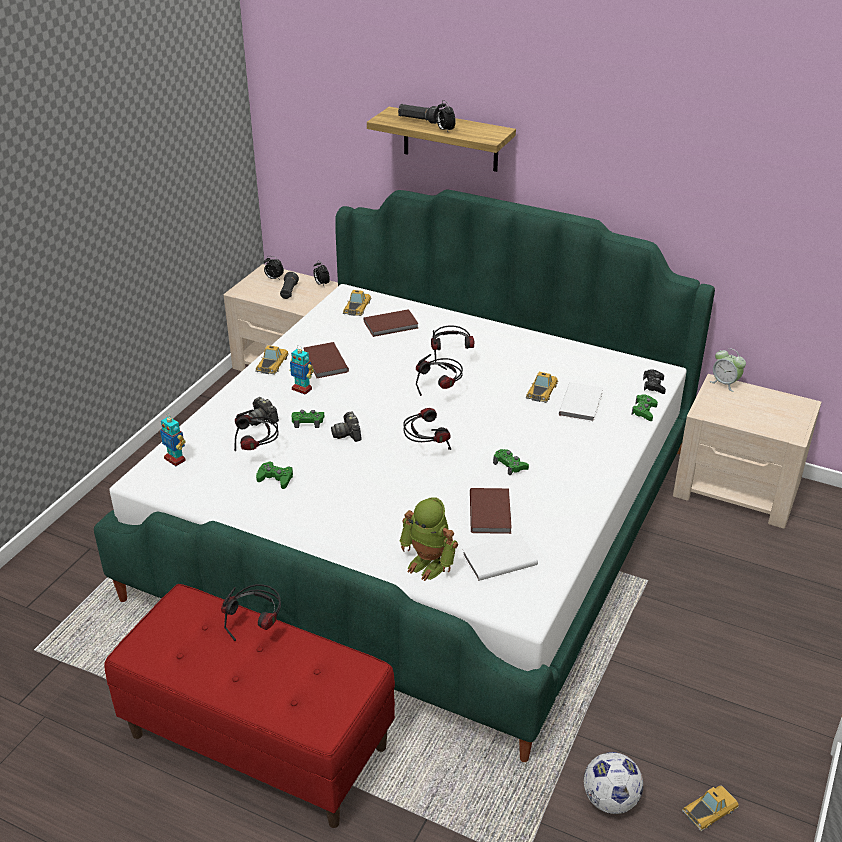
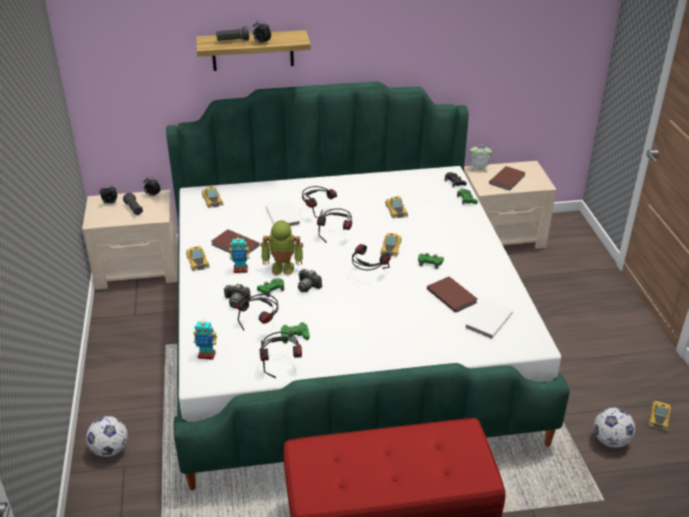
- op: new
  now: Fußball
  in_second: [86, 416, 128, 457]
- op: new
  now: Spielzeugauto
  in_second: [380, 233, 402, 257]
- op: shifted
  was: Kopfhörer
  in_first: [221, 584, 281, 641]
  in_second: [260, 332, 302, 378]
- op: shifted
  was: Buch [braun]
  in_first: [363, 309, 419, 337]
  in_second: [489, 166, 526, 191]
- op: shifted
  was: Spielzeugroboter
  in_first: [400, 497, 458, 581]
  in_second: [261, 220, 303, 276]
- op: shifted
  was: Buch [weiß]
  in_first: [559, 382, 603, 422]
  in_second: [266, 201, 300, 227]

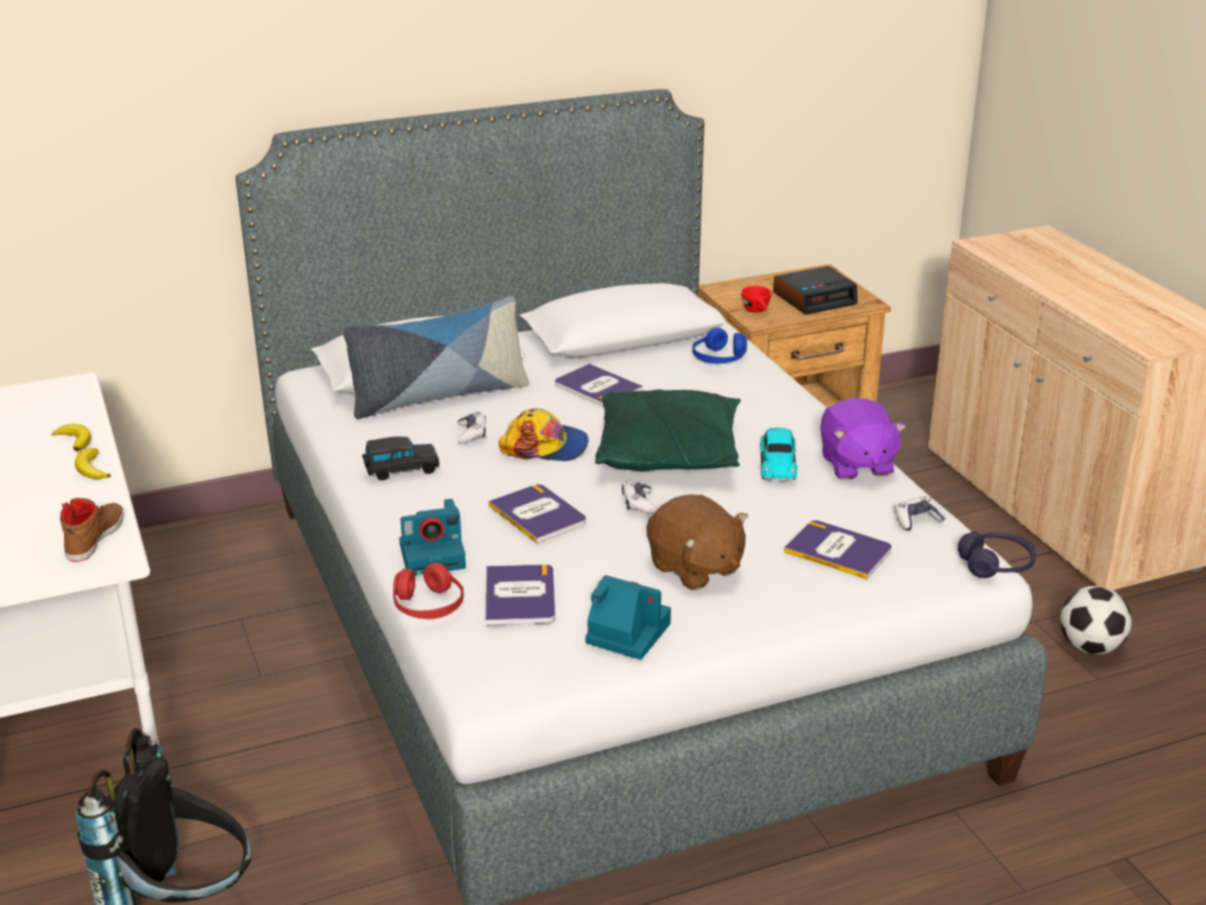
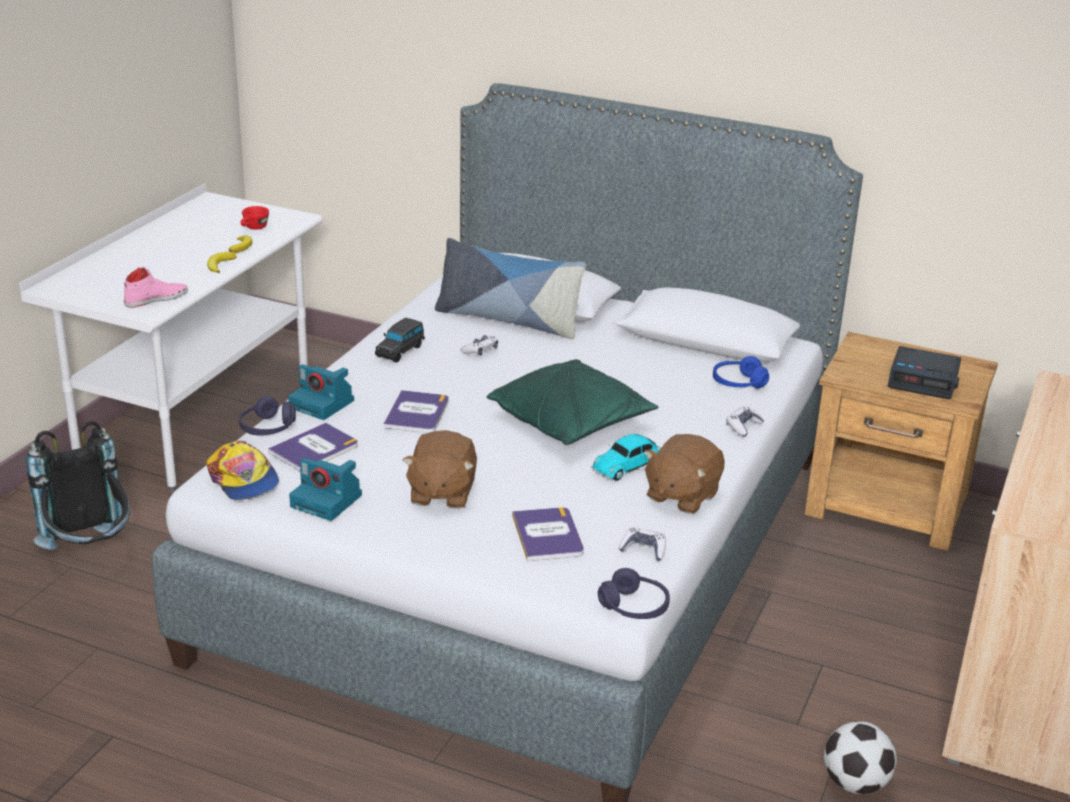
- op: gone
  was: Buch
  in_first: [555, 364, 643, 407]
- op: shifted
  was: Kappe
  in_first: [498, 408, 589, 461]
  in_second: [206, 440, 279, 500]
- op: shifted
  was: Gamepad
  in_first: [622, 480, 658, 514]
  in_second: [726, 407, 764, 437]
- op: shifted
  was: Tasse [rot]
  in_first: [741, 286, 772, 313]
  in_second: [240, 206, 269, 230]
- op: repainted
  was: Schuh [braun]
  now: Schuh [rosa]
  in_first: [60, 498, 124, 562]
  in_second: [124, 267, 188, 308]
- op: repainted
  was: Kopfhörer [rot]
  now: Kopfhörer [lila]
  in_first: [393, 562, 464, 619]
  in_second: [239, 396, 296, 436]
- op: repainted
  was: Plüschtier [lila]
  now: Plüschtier [braun]
  in_first: [820, 398, 906, 480]
  in_second: [644, 434, 725, 514]
- op: rotated
  was: Spielzeugauto [schwarz]
  in_first: [362, 436, 439, 481]
  in_second: [375, 318, 425, 363]
  clockwise: 90
- op: rotated
  was: Kamera
  in_first: [585, 575, 671, 660]
  in_second: [289, 458, 362, 521]
  clockwise: 135

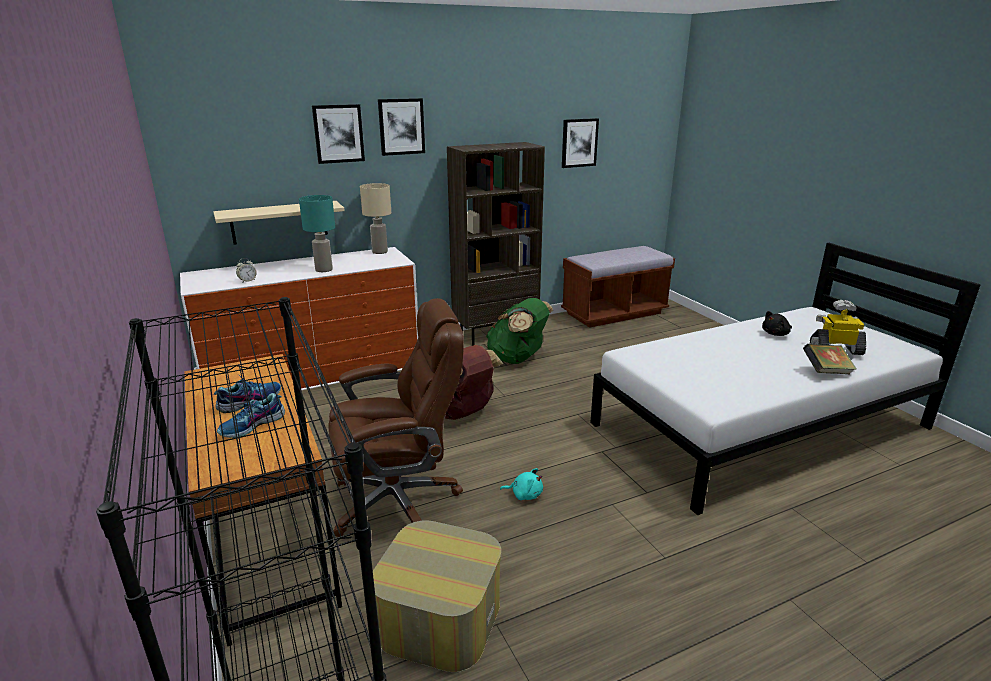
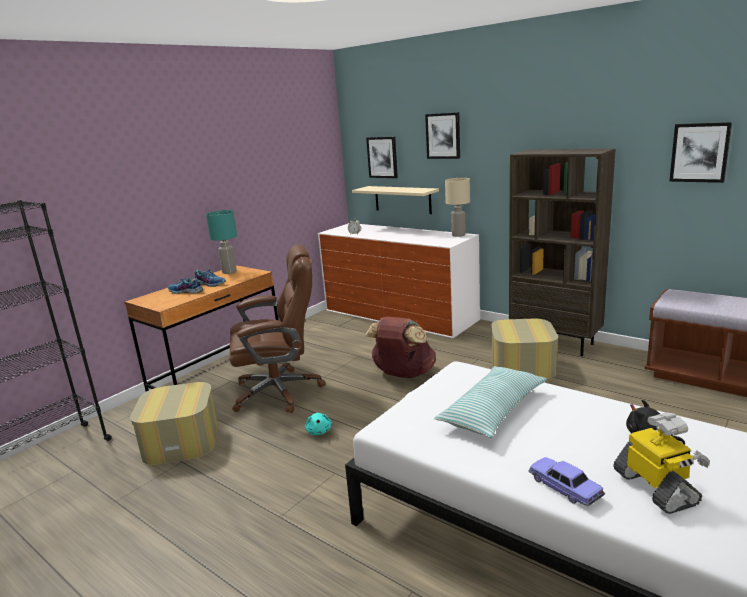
- op: new
  now: Kissen
  in_second: [434, 366, 547, 438]
- op: shifted
  was: Tischlampe [türkis]
  in_first: [299, 195, 335, 272]
  in_second: [206, 210, 237, 274]
- op: shifted
  was: Bild
  in_first: [378, 98, 425, 156]
  in_second: [366, 137, 398, 178]
- op: swapped
  was: Rucksack [grün]
  now: Polsterhocker
  in_first: [486, 298, 553, 364]
  in_second: [491, 319, 558, 379]
- op: swapped
  was: Buch
  now: Spielzeugauto
  in_first: [803, 344, 857, 374]
  in_second: [528, 457, 605, 506]
- op: rotated
  was: Bürostuhl [braun]
  in_first: [329, 298, 464, 537]
  in_second: [230, 245, 326, 413]
  clockwise: -60

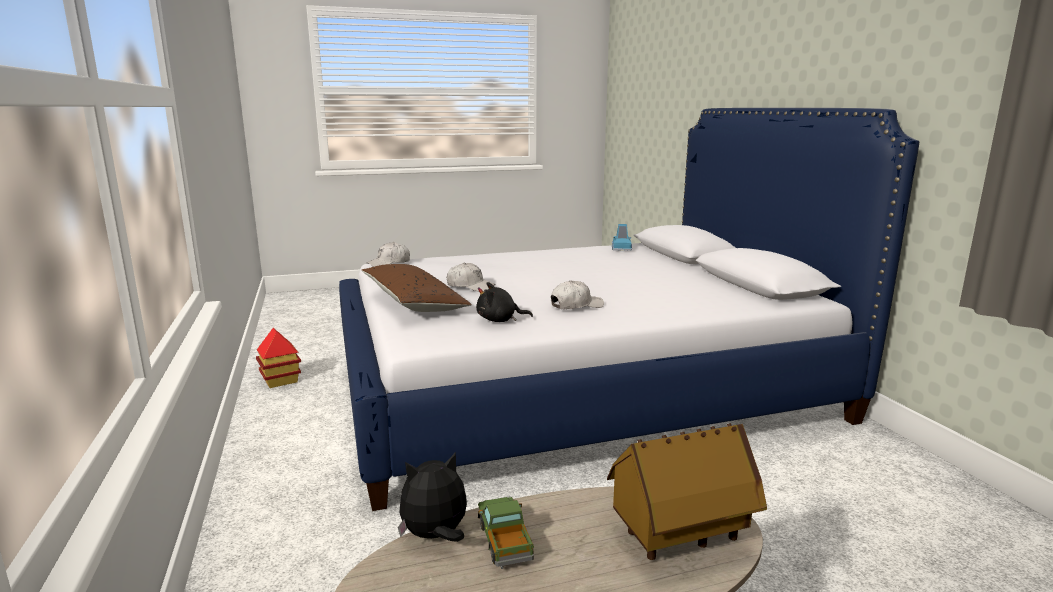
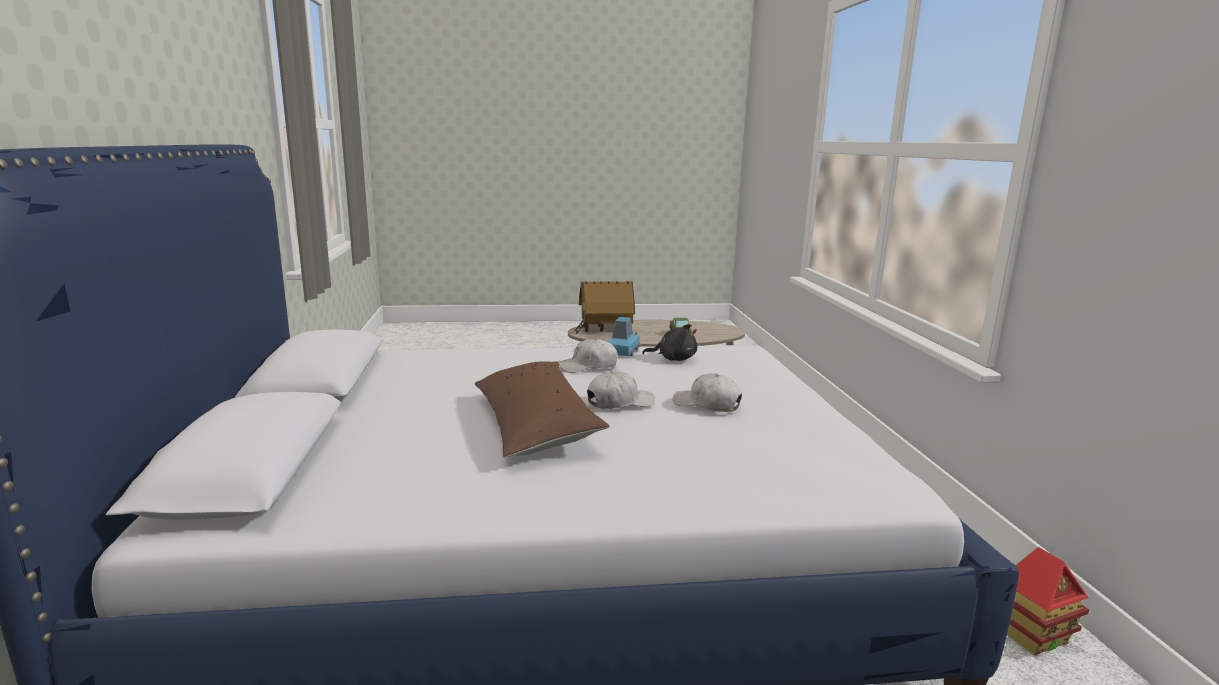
- op: gone
  was: Plüschtier
  in_first: [398, 452, 467, 542]
- op: shifted
  was: Kissen [braun]
  in_first: [361, 264, 472, 312]
  in_second: [475, 361, 609, 457]
- op: shifted
  was: Kappe [weiß]
  in_first: [367, 242, 410, 267]
  in_second: [587, 371, 655, 409]
- op: shifted
  was: Spielzeugauto [blau]
  in_first: [612, 224, 632, 251]
  in_second: [608, 317, 641, 356]

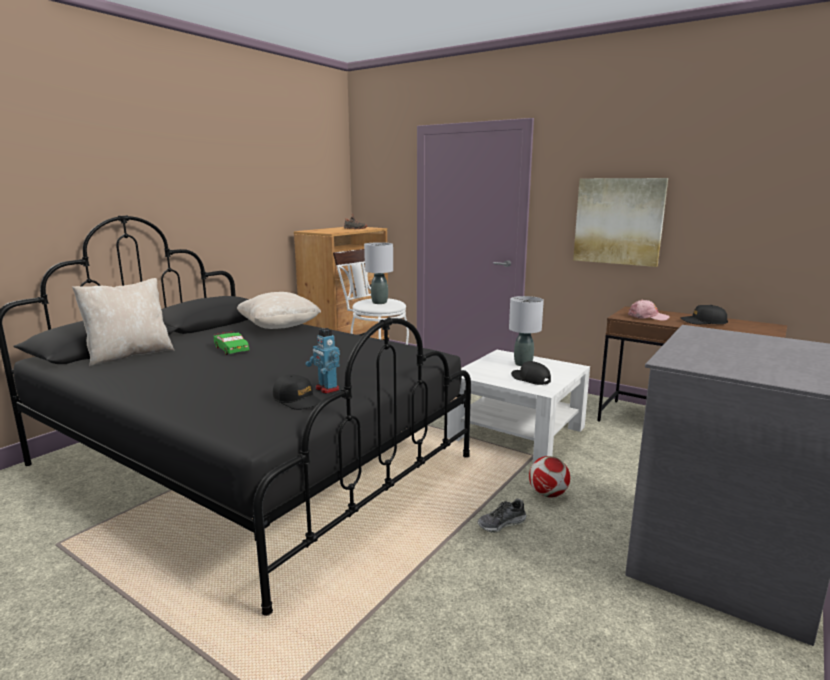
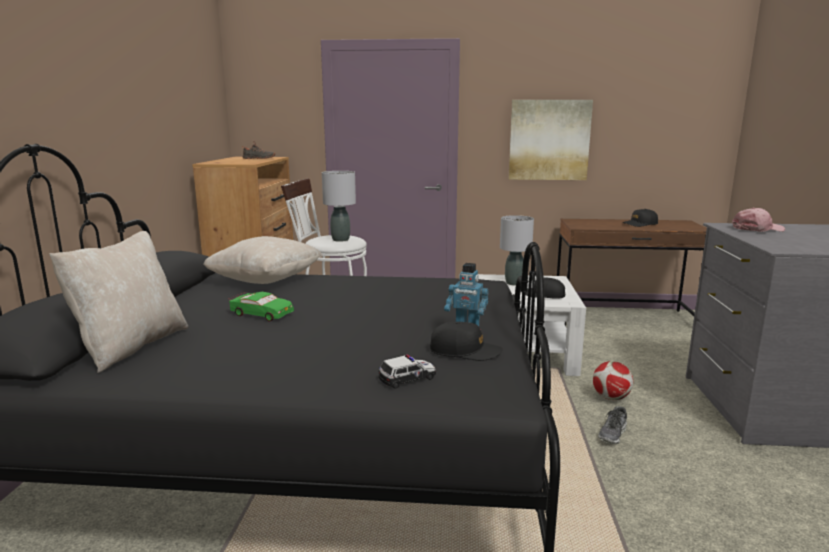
- op: new
  now: Spielzeugauto
  in_second: [379, 354, 436, 389]
- op: shifted
  was: Kappe [rosa]
  in_first: [628, 300, 669, 321]
  in_second: [732, 208, 785, 232]

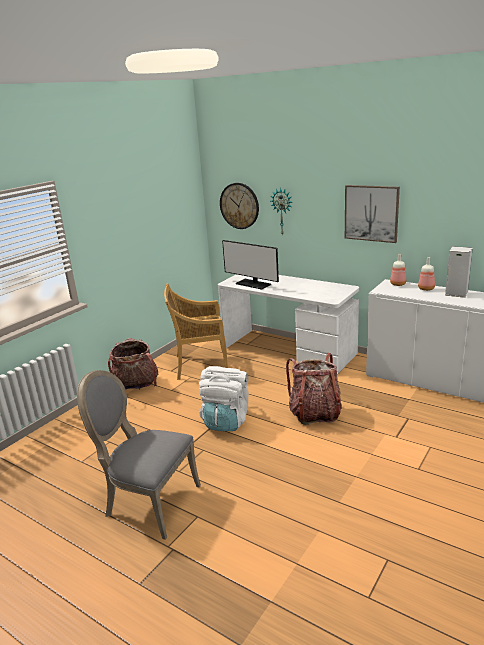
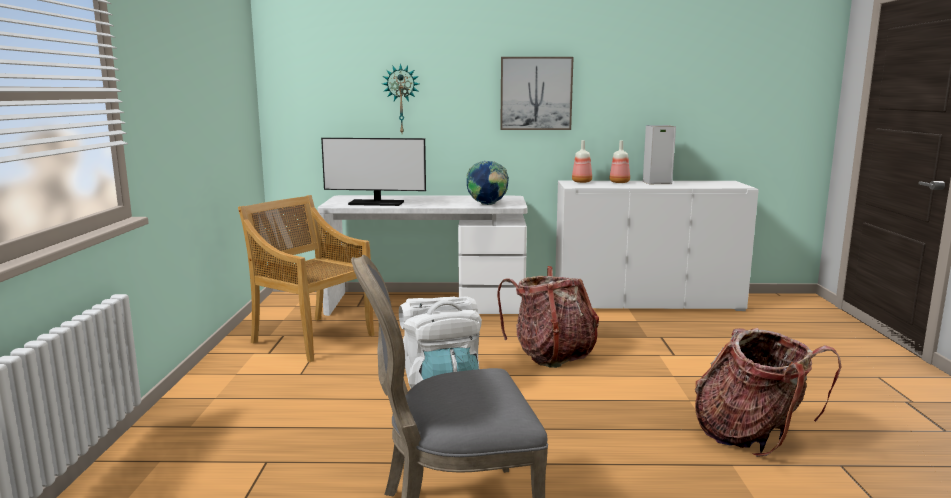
- op: gone
  was: Wanduhr
  in_first: [220, 183, 259, 229]
- op: new
  now: Globus
  in_second: [466, 161, 509, 205]
- op: shifted
  was: Rucksack
  in_first: [108, 338, 158, 390]
  in_second: [695, 328, 841, 457]
- op: rotated
  was: Stuhl [beige]
  in_first: [164, 283, 228, 380]
  in_second: [238, 195, 375, 362]
  clockwise: 75

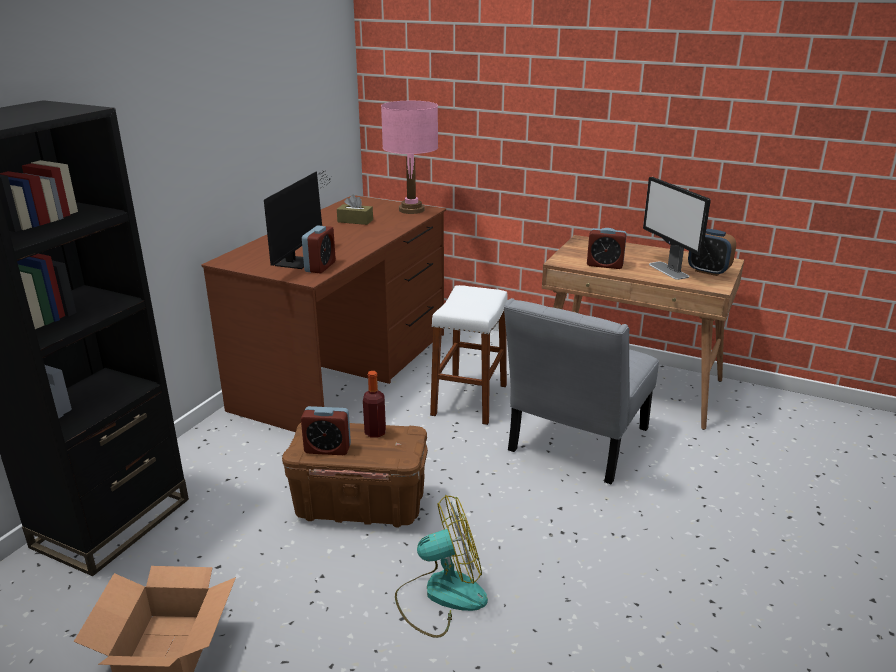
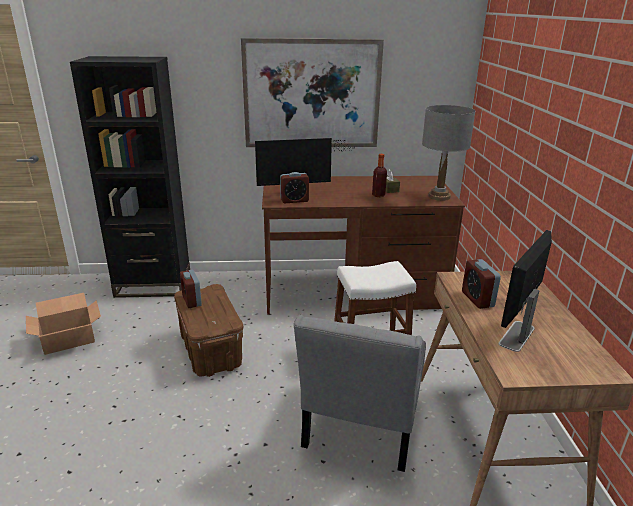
- op: gone
  was: Ventilator
  in_first: [395, 495, 488, 638]
- op: gone
  was: Wecker
  in_first: [688, 229, 736, 276]
- op: new
  now: Bild
  in_second: [241, 38, 384, 147]
- op: shifted
  was: Flasche
  in_first: [363, 371, 386, 438]
  in_second: [372, 154, 387, 197]
- op: repainted
  was: Tischlampe [rosa]
  now: Tischlampe [grau]
  in_first: [381, 101, 438, 214]
  in_second: [422, 105, 476, 201]
- op: rotated
  was: Stuhl [grau]
  in_first: [504, 298, 659, 484]
  in_second: [293, 315, 426, 472]
  clockwise: -75

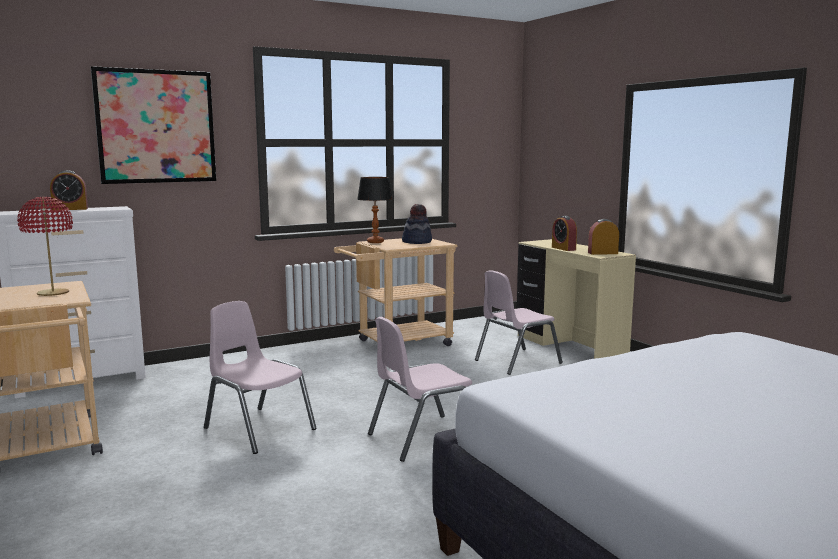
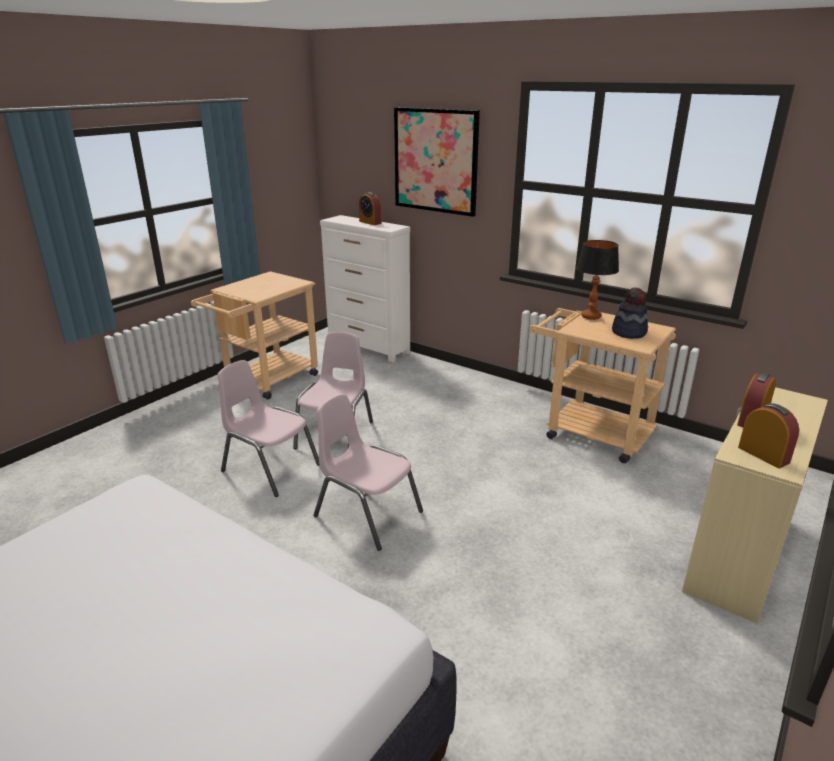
- op: gone
  was: Tischlampe [rot]
  in_first: [17, 197, 73, 296]
- op: shifted
  was: Stuhl [rosa]
  in_first: [475, 270, 563, 375]
  in_second: [218, 360, 320, 497]

